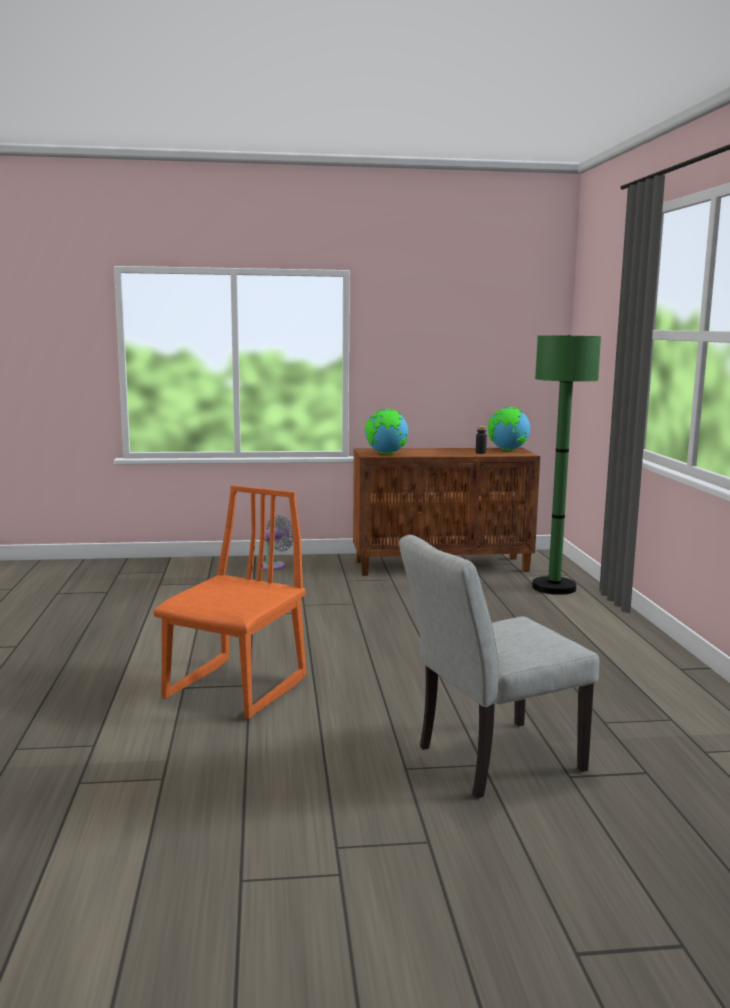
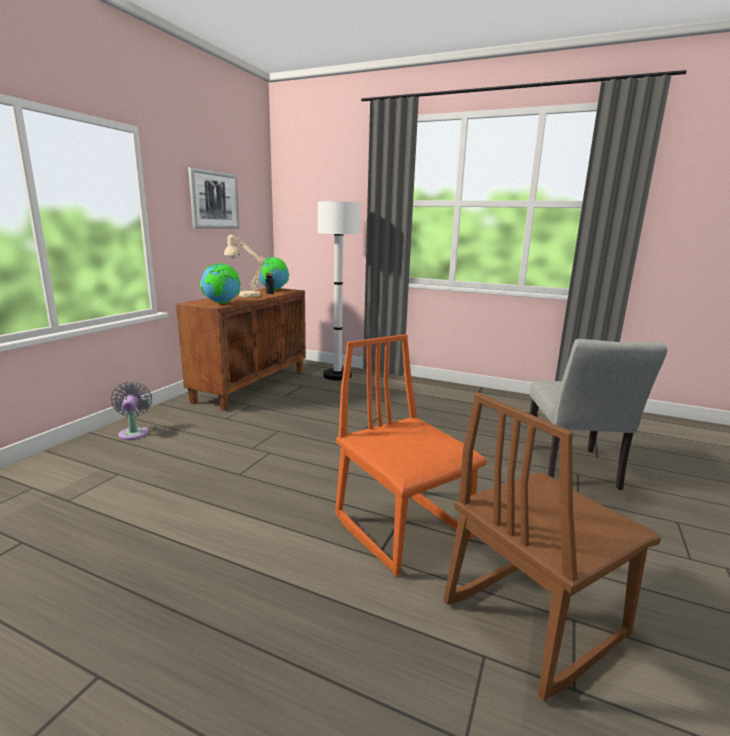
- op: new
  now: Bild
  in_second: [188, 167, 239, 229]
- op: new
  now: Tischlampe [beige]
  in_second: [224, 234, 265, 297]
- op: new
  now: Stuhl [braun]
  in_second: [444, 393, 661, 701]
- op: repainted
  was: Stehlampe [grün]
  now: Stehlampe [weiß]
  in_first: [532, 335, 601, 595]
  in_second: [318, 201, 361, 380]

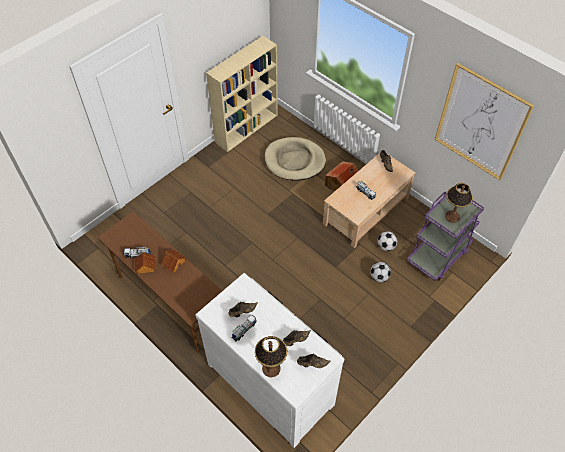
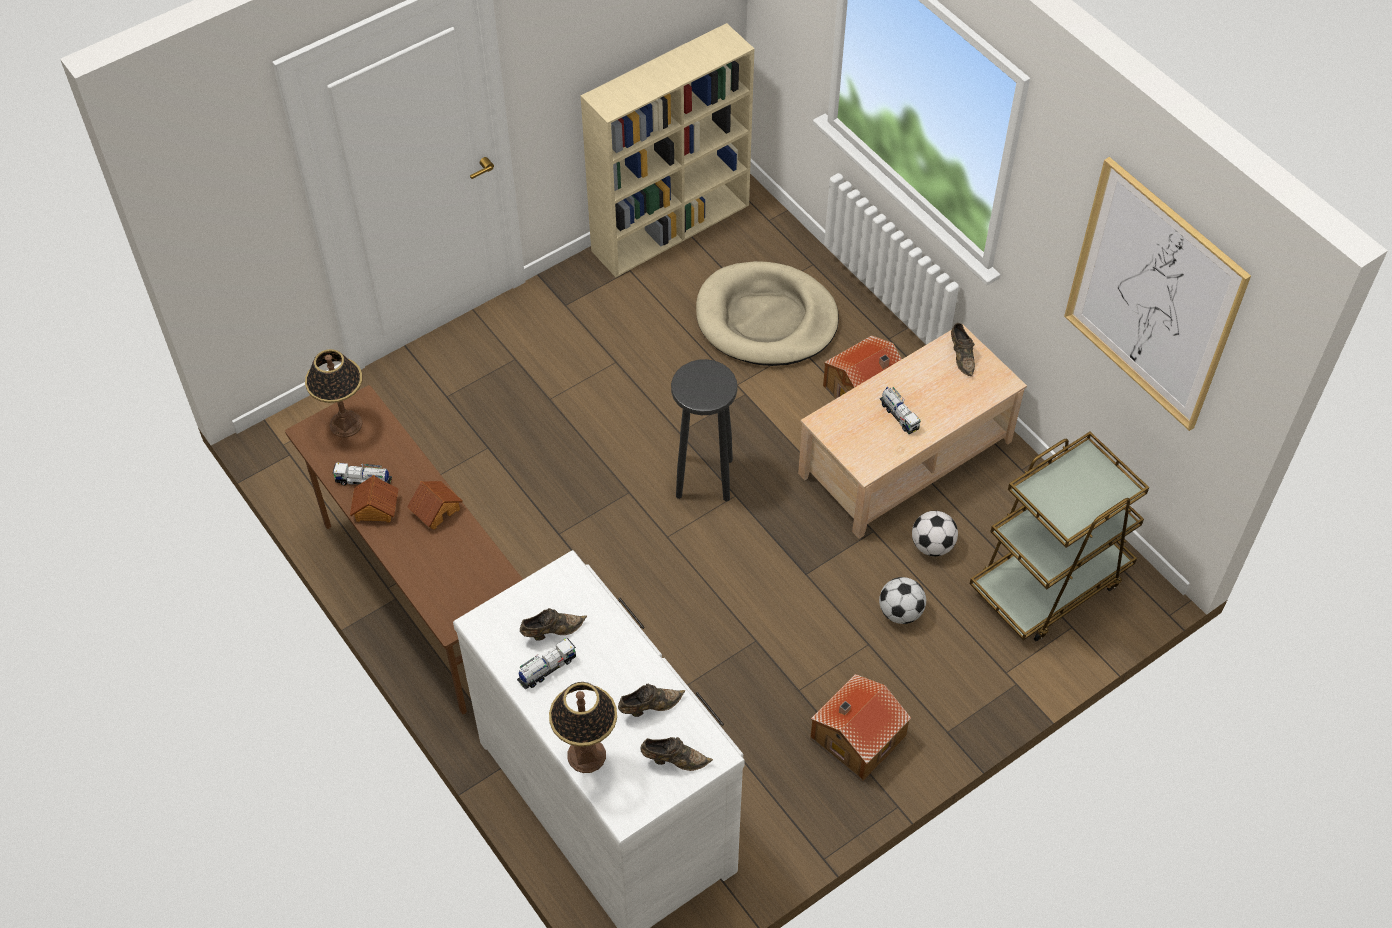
- op: new
  now: Hocker [schwarz]
  in_second: [671, 359, 738, 501]
- op: new
  now: Spielzeughaus
  in_second: [810, 674, 911, 781]
- op: shifted
  was: Tischlampe
  in_first: [445, 183, 473, 223]
  in_second: [305, 349, 362, 438]
- op: repainted
  was: Rollwagen [lila]
  now: Rollwagen [braun]
  in_first: [407, 192, 484, 281]
  in_second: [970, 432, 1149, 641]

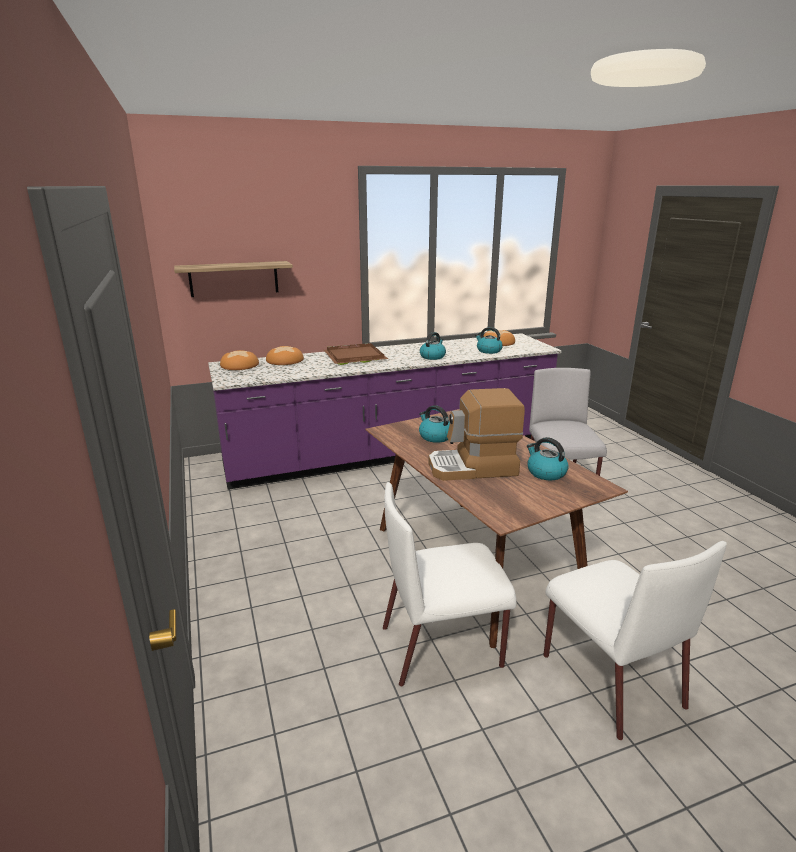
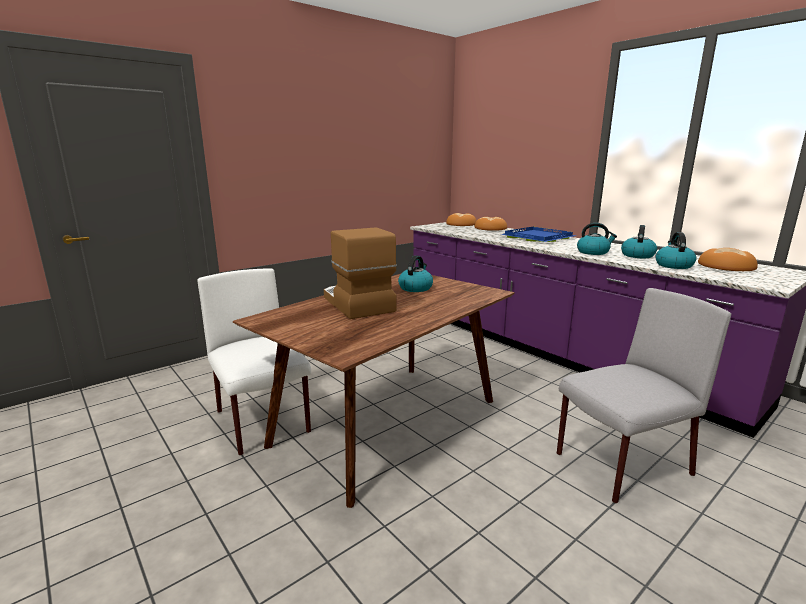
- op: gone
  was: Wandregal
  in_first: [174, 261, 293, 297]
- op: gone
  was: Stuhl [weiß]
  in_first: [543, 541, 727, 740]
- op: shifted
  was: Wasserkessel
  in_first: [527, 437, 569, 480]
  in_second: [621, 225, 657, 258]
- op: repainted
  was: Tablett [braun]
  now: Tablett [blau]
  in_first: [324, 343, 388, 365]
  in_second: [501, 227, 576, 242]

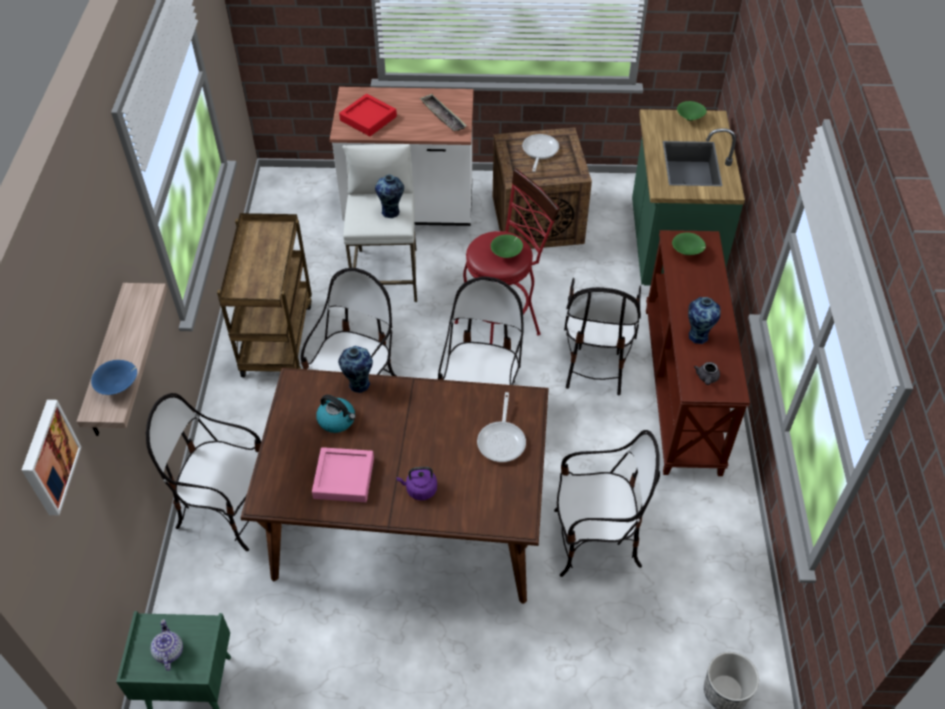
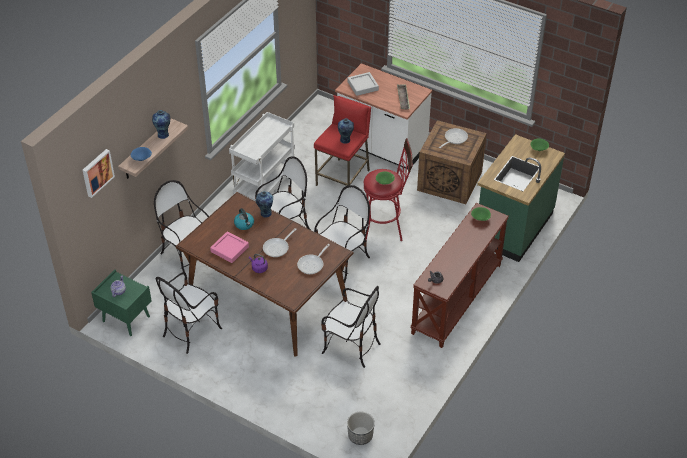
- op: new
  now: Pfanne
  in_second: [263, 228, 296, 257]
- op: shifted
  was: Stuhl
  in_first: [564, 278, 641, 395]
  in_second: [156, 272, 222, 354]
- op: shifted
  was: Vase
  in_first: [688, 297, 721, 344]
  in_second: [152, 110, 170, 139]
- op: repainted
  was: Rollwagen [braun]
  now: Rollwagen [weiß]
  in_first: [217, 213, 312, 377]
  in_second: [229, 112, 295, 201]
- op: repainted
  was: Tablett [rot]
  now: Tablett [grau]
  in_first: [339, 94, 397, 136]
  in_second: [348, 72, 379, 96]
- op: repainted
  was: Hocker [weiß]
  now: Hocker [rot]
  in_first: [342, 144, 417, 302]
  in_second: [314, 95, 371, 186]

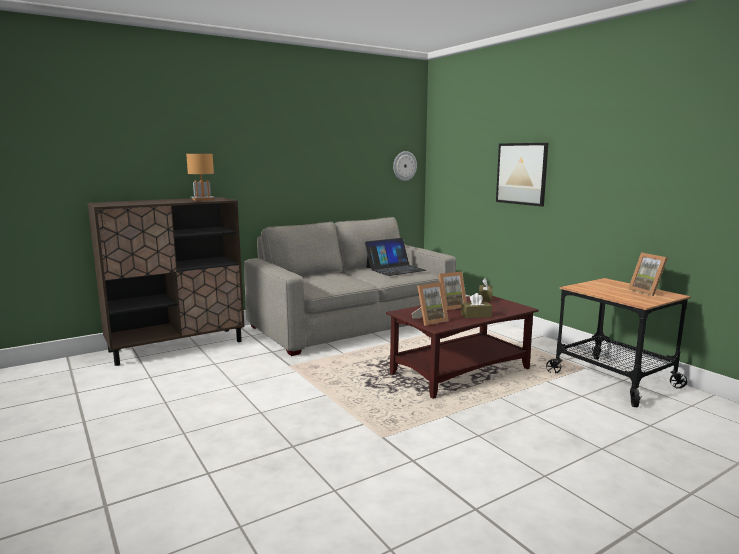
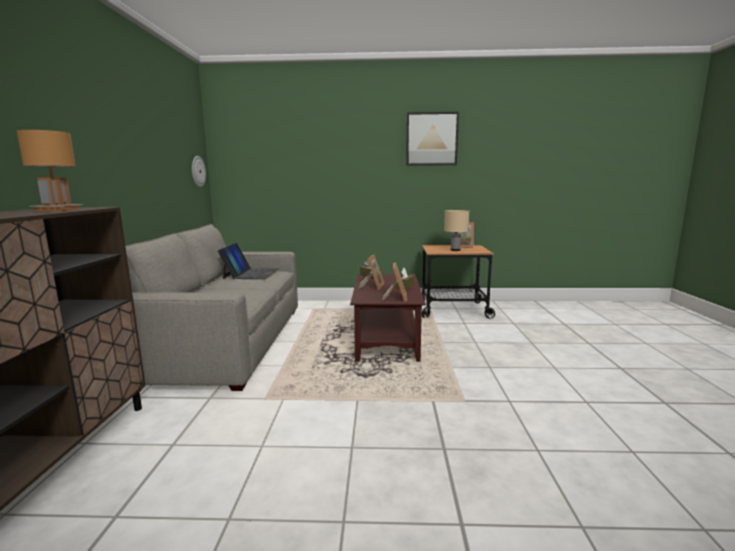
- op: new
  now: Tischlampe [beige]
  in_second: [444, 210, 469, 251]
- op: shifted
  was: Bild
  in_first: [496, 143, 548, 206]
  in_second: [406, 112, 459, 166]

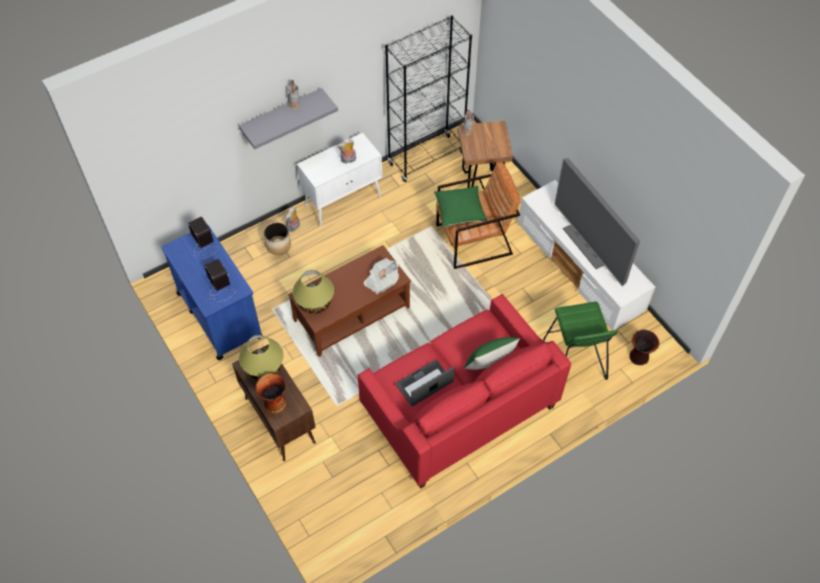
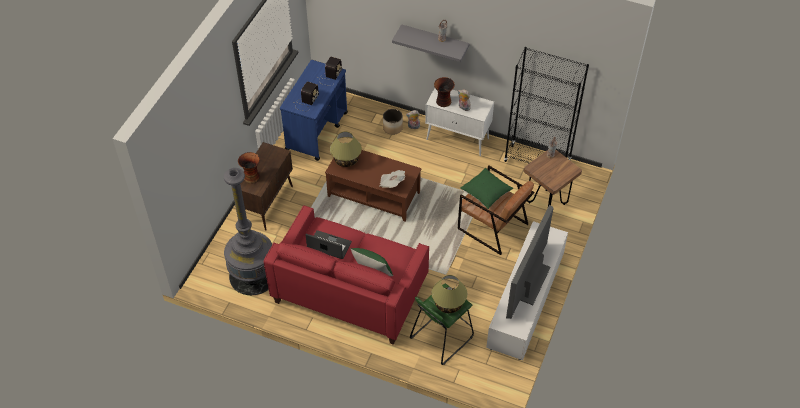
- op: new
  now: Stehlampe [grau]
  in_second: [224, 168, 272, 295]
- op: shifted
  was: Tischlampe
  in_first: [239, 335, 284, 380]
  in_second: [431, 275, 467, 313]
- op: shifted
  was: Vase
  in_first: [629, 330, 659, 365]
  in_second: [434, 77, 455, 107]

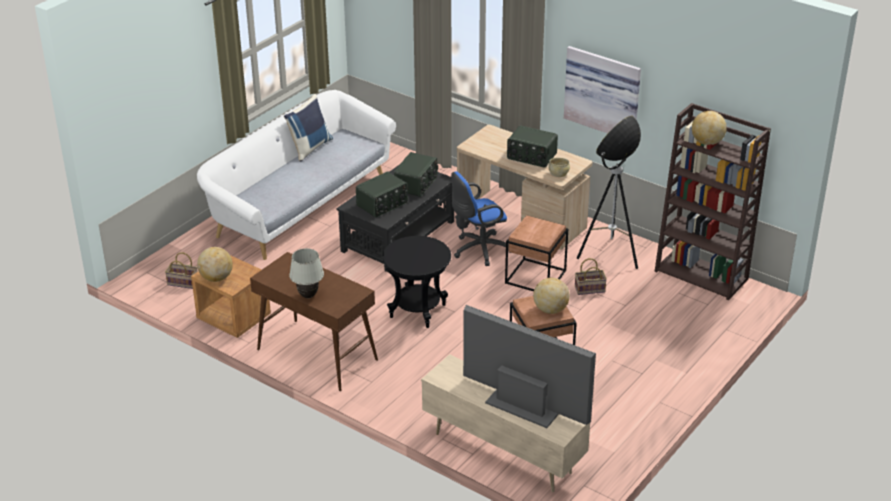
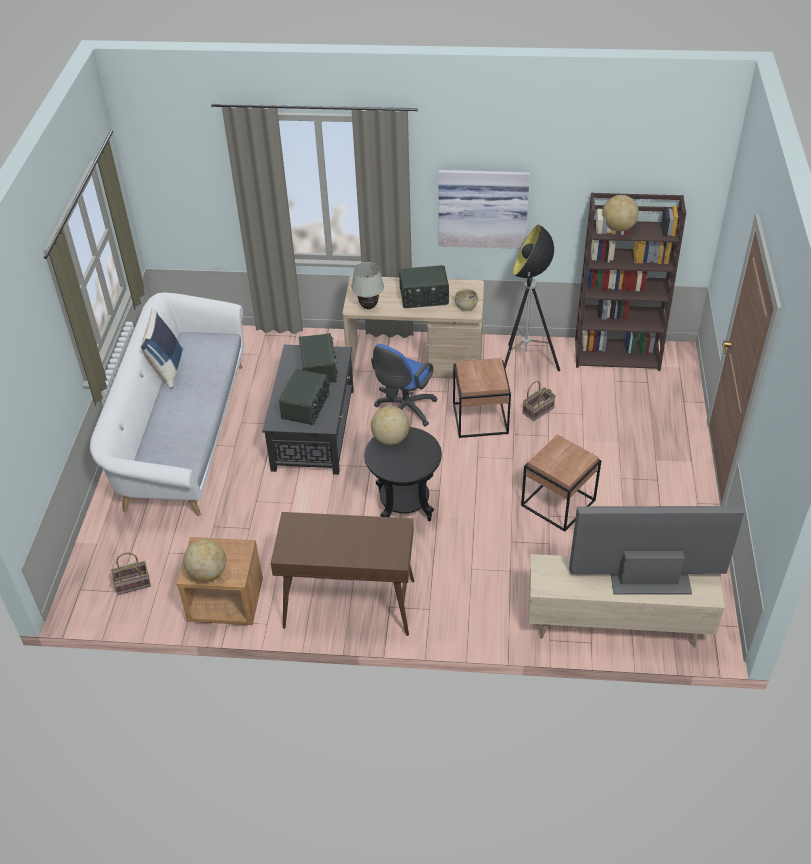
- op: shifted
  was: Tischlampe [weiß]
  in_first: [289, 248, 324, 298]
  in_second: [351, 262, 384, 309]
- op: shifted
  was: Globus
  in_first: [533, 278, 570, 314]
  in_second: [371, 406, 410, 445]

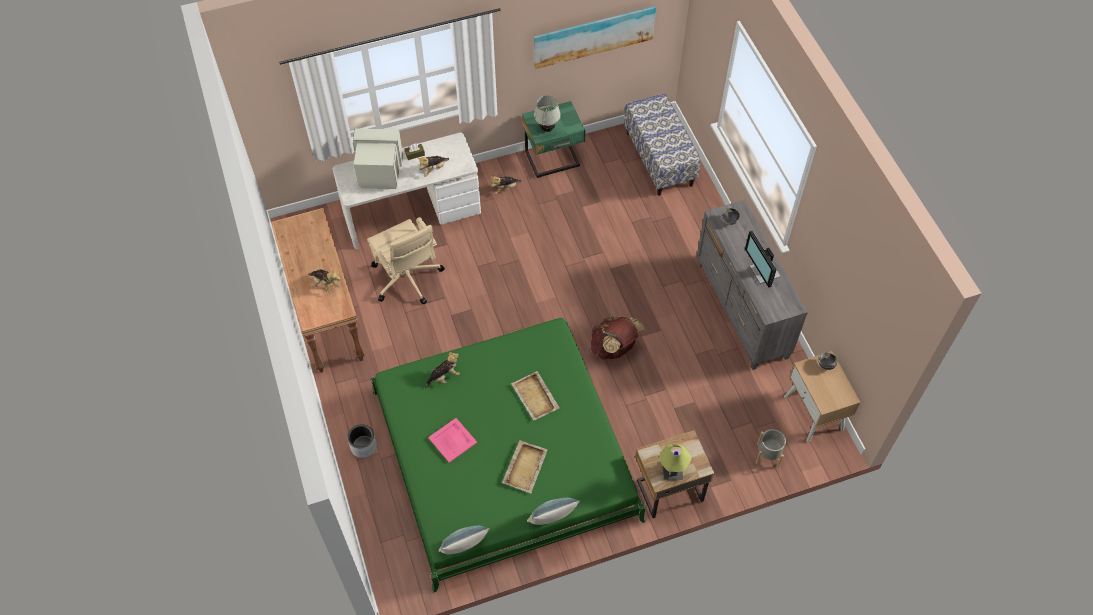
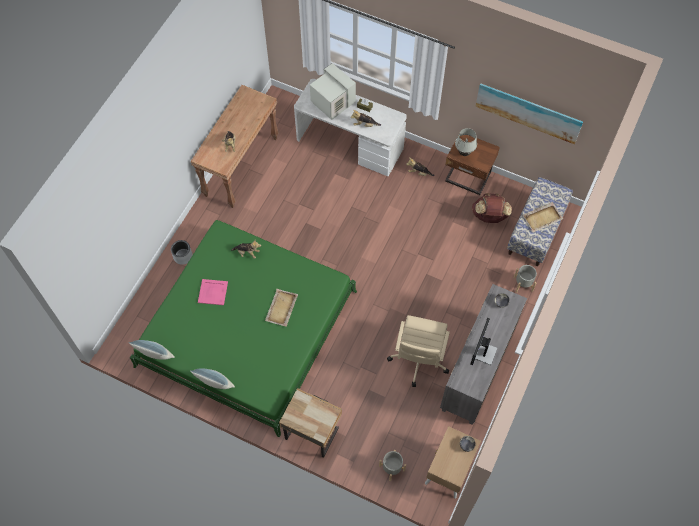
- op: gone
  was: Tischlampe
  in_first: [659, 445, 692, 479]
- op: new
  now: Pflanzkübel [grau]
  in_second: [514, 265, 537, 292]
- op: shifted
  was: Bürostuhl [beige]
  in_first: [367, 217, 445, 304]
  in_second: [387, 315, 450, 387]
- op: shifted
  was: Tablett [beige]
  in_first: [502, 440, 548, 494]
  in_second: [523, 202, 564, 233]
- op: shifted
  was: Rucksack [braun]
  in_first: [591, 316, 645, 359]
  in_second: [472, 193, 512, 223]
- op: repainted
  was: Nachttisch [grün]
  now: Nachttisch [braun]
  in_first: [522, 101, 585, 178]
  in_second: [445, 135, 500, 195]

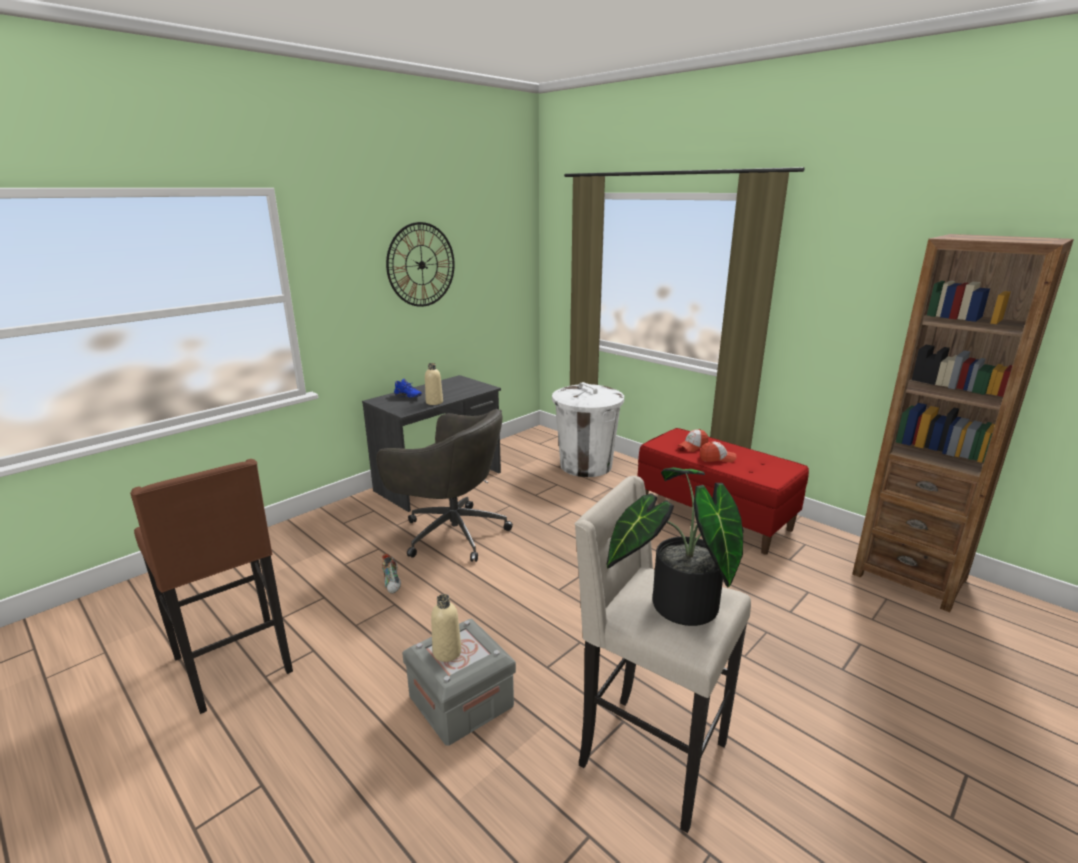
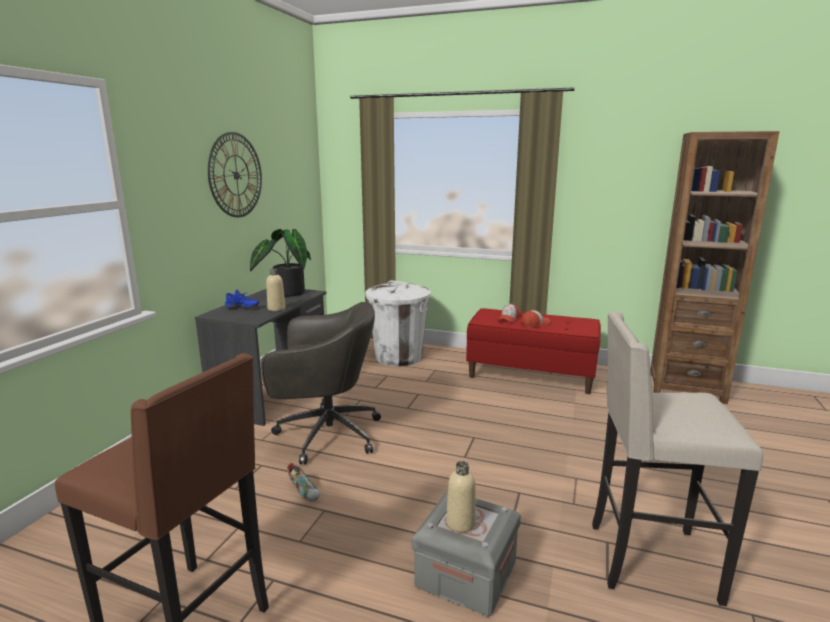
- op: shifted
  was: Topfpflanze
  in_first: [607, 467, 744, 626]
  in_second: [250, 229, 311, 297]

